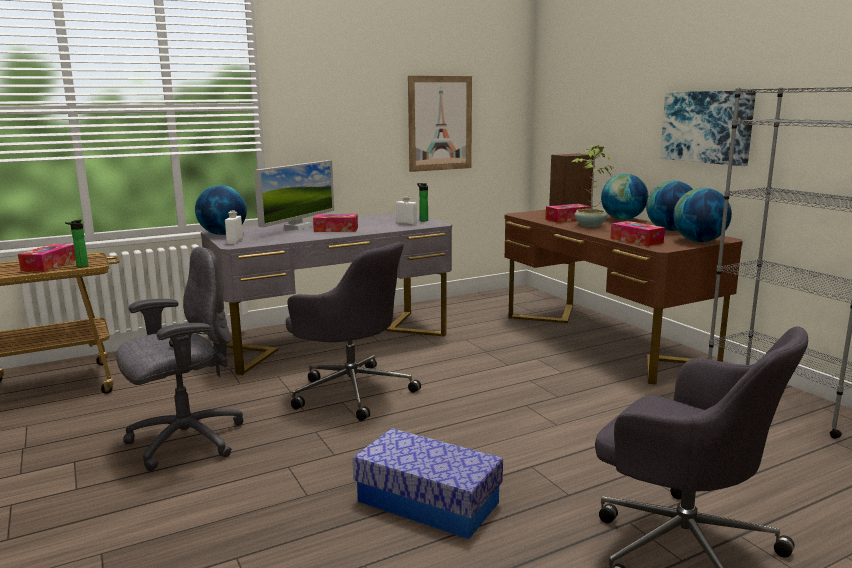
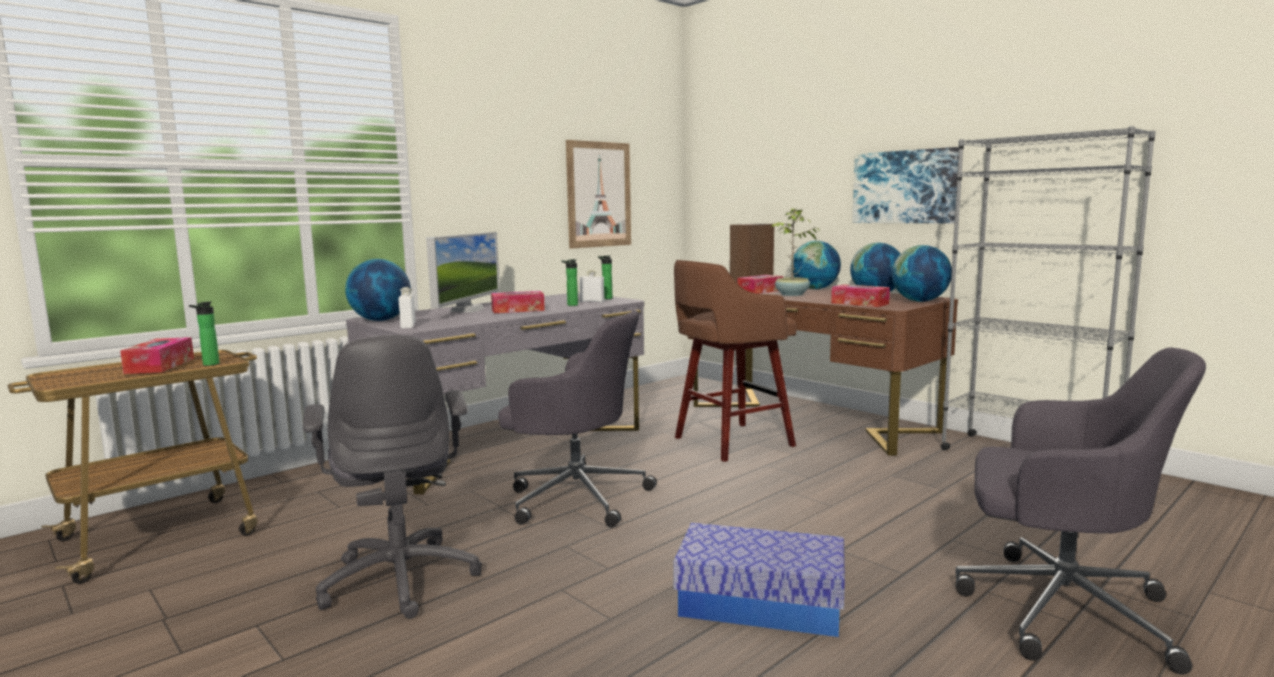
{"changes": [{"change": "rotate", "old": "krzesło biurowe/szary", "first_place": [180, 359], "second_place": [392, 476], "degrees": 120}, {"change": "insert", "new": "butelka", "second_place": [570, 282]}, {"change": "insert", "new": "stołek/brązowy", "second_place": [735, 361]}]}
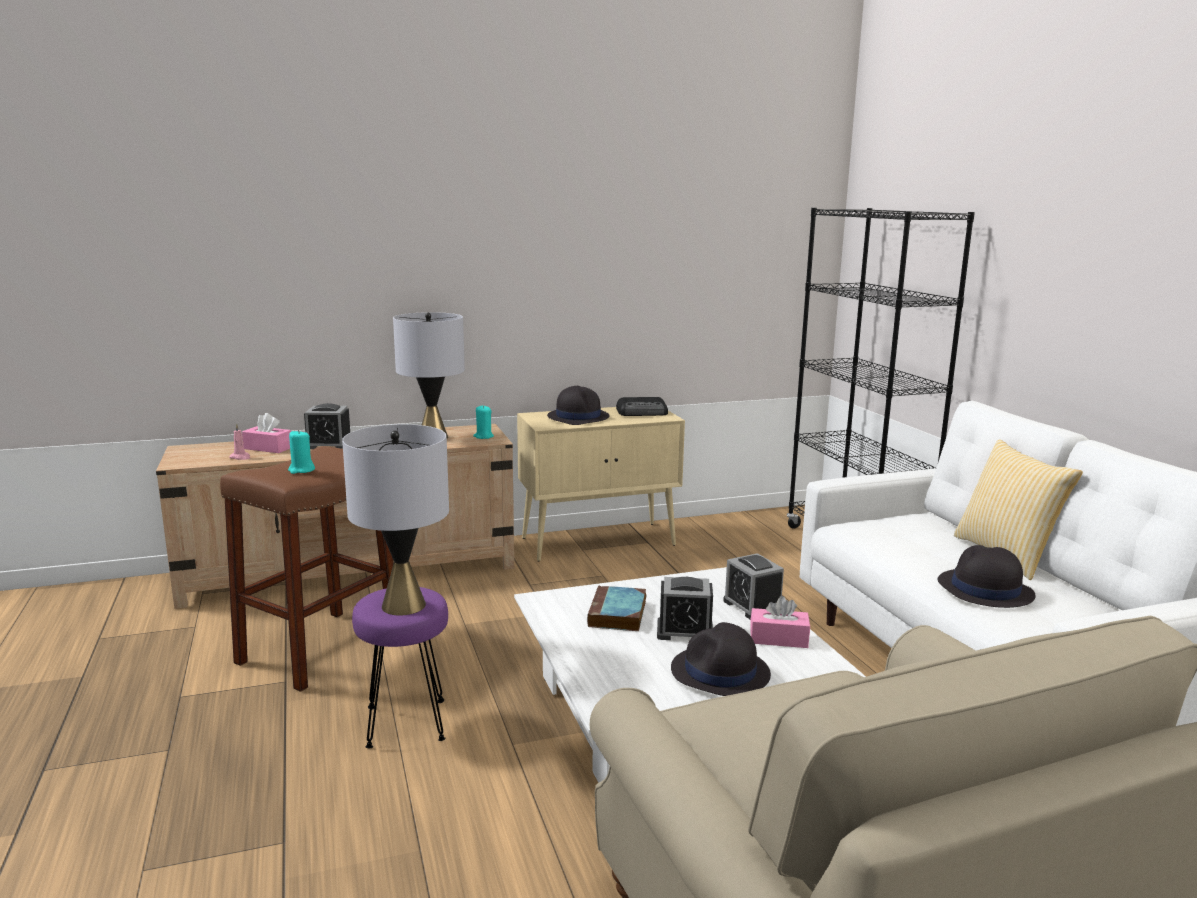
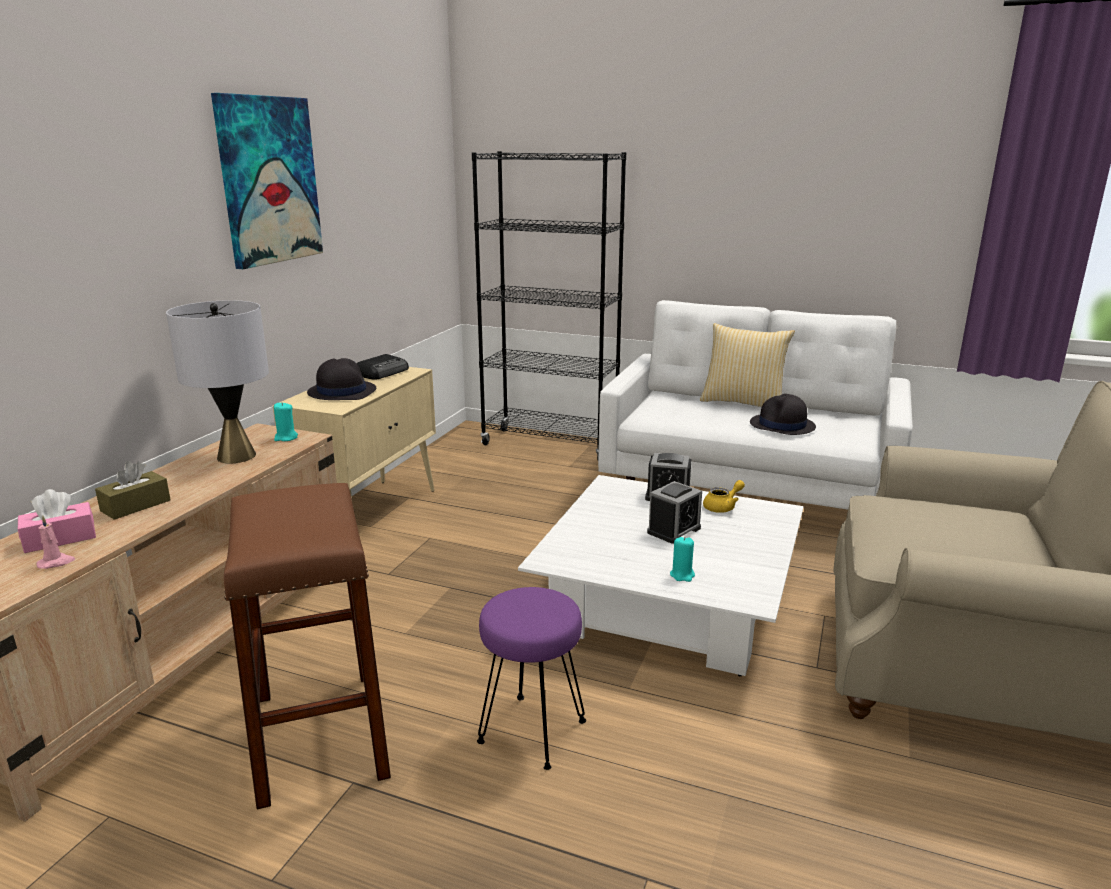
{"changes": [{"change": "replace", "old": "budzik", "new": "pudełko chusteczek/brązowy", "first_place": [327, 426], "second_place": [133, 490]}, {"change": "insert", "new": "obraz", "second_place": [267, 181]}, {"change": "move", "old": "świeca/turkusowy", "first_place": [301, 452], "second_place": [682, 559]}, {"change": "replace", "old": "pudełko chusteczek/różowy", "new": "imbryk/żółty", "first_place": [780, 622], "second_place": [724, 496]}, {"change": "delete", "old": "lampa stołowa/szary", "first_place": [395, 519]}, {"change": "delete", "old": "książka", "first_place": [616, 608]}, {"change": "delete", "old": "kapelusz/czarny", "first_place": [721, 659]}]}
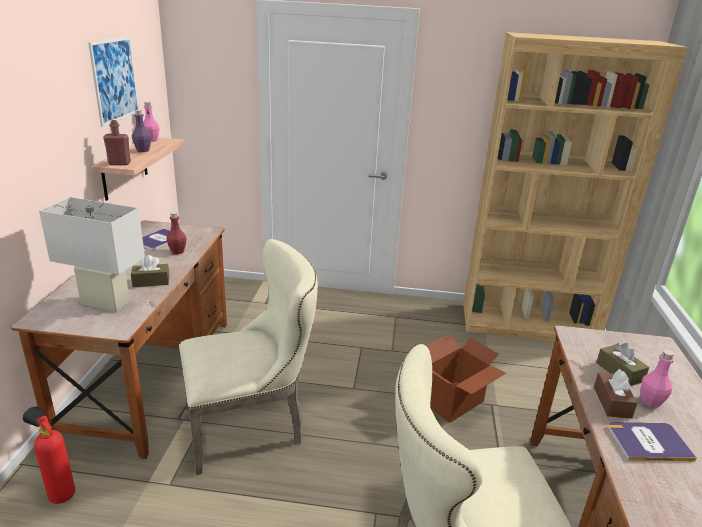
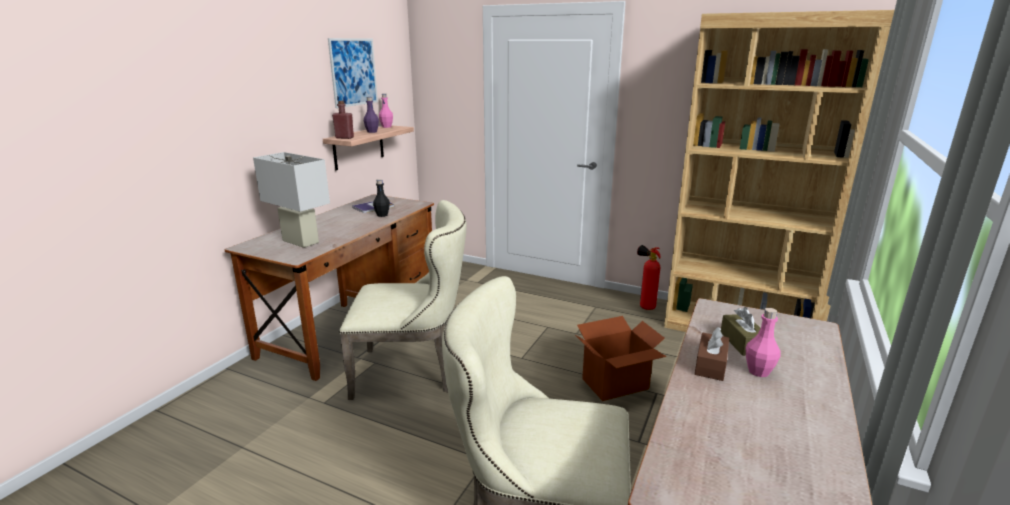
{"changes": [{"change": "recolor", "old": "butelka/czerwony", "new": "butelka/czarny", "first_place": [176, 233], "second_place": [381, 198]}, {"change": "move", "old": "gaśnica", "first_place": [49, 455], "second_place": [649, 277]}, {"change": "delete", "old": "pudełko chusteczek/brązowy", "first_place": [150, 271]}, {"change": "delete", "old": "książka", "first_place": [652, 441]}]}
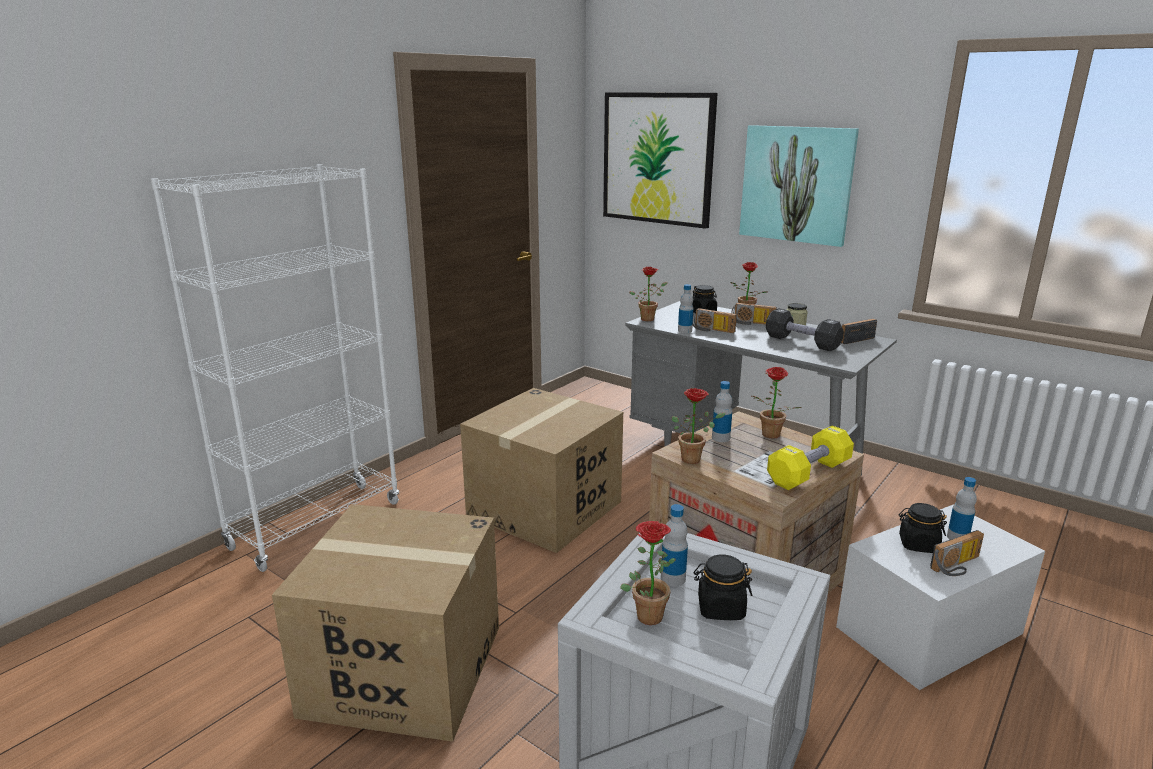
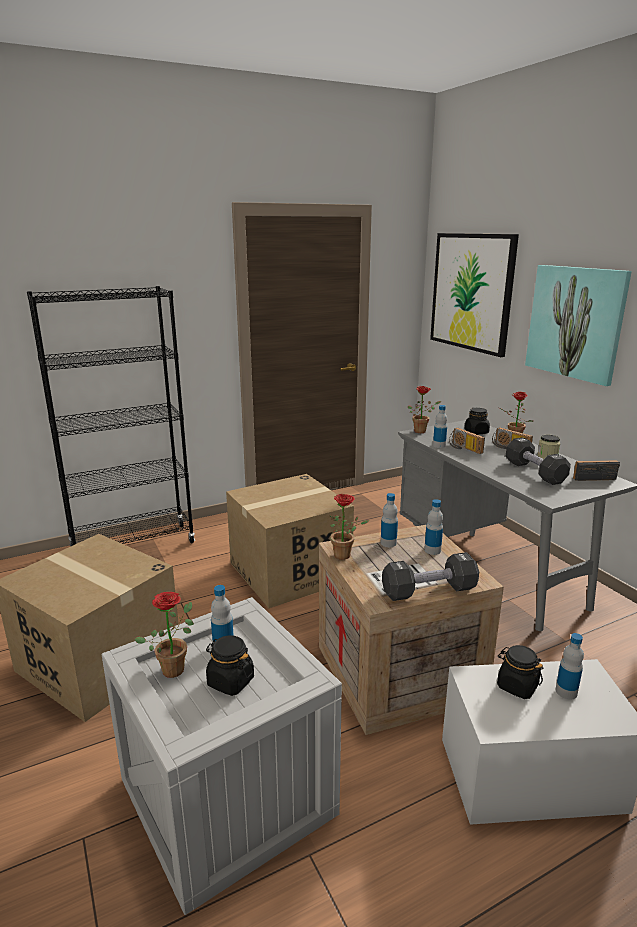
{"changes": [{"change": "recolor", "old": "regał/biały", "new": "regał/czarny", "first_place": [275, 368], "second_place": [111, 416]}, {"change": "recolor", "old": "hantel/żółty", "new": "hantel/czarny", "first_place": [810, 458], "second_place": [430, 576]}, {"change": "replace", "old": "roślina doniczkowa", "new": "butelka", "first_place": [777, 403], "second_place": [433, 527]}, {"change": "delete", "old": "radio", "first_place": [957, 553]}]}
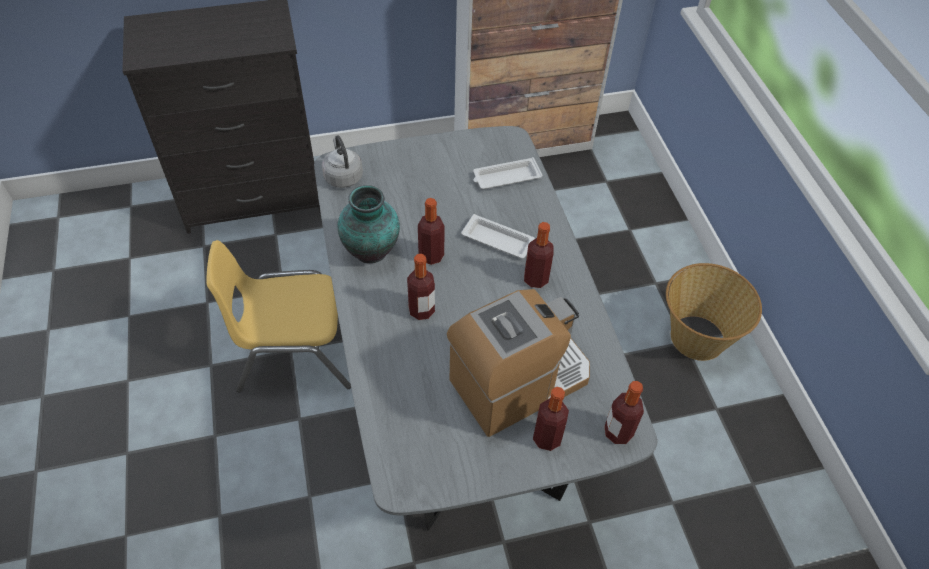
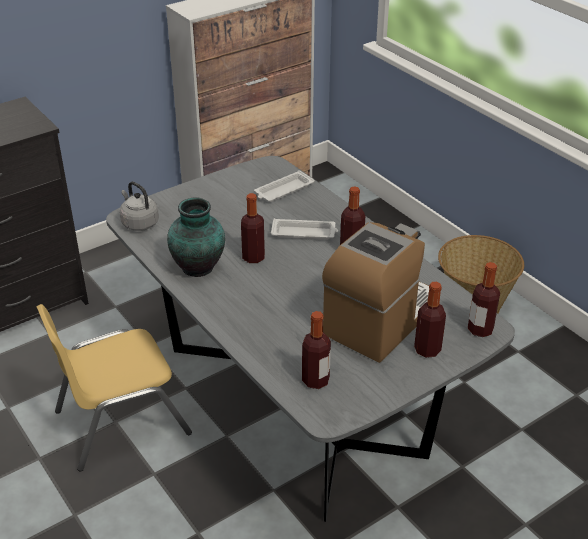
{"changes": [{"change": "move", "old": "butelka", "first_place": [421, 287], "second_place": [316, 350]}]}
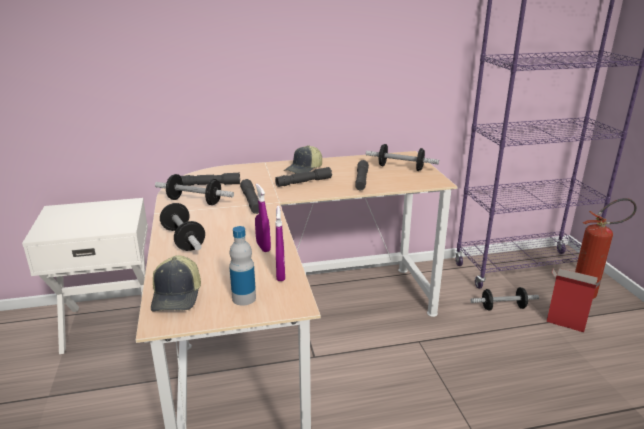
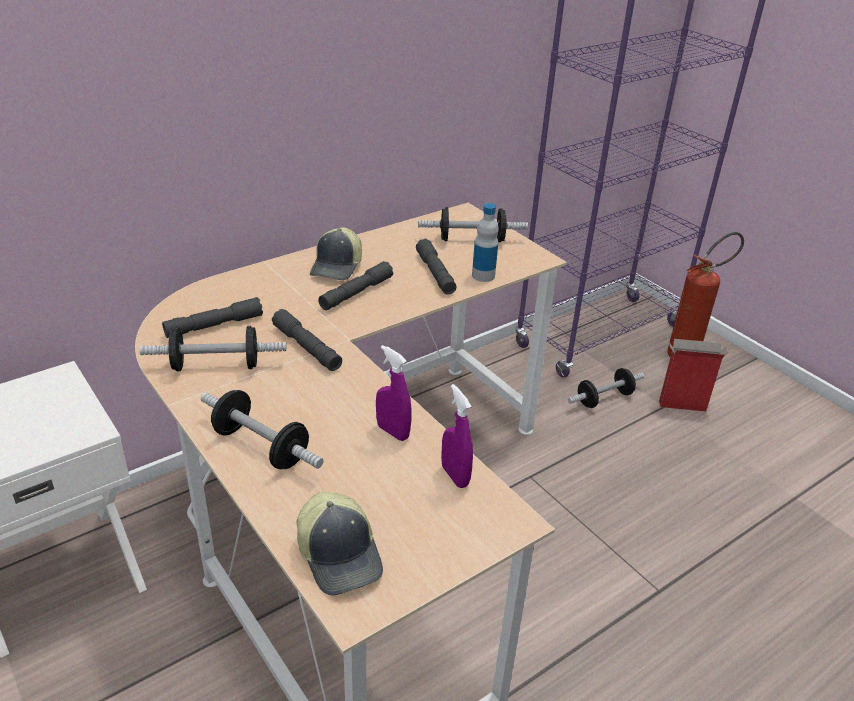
{"changes": [{"change": "move", "old": "butelka", "first_place": [242, 266], "second_place": [485, 242]}]}
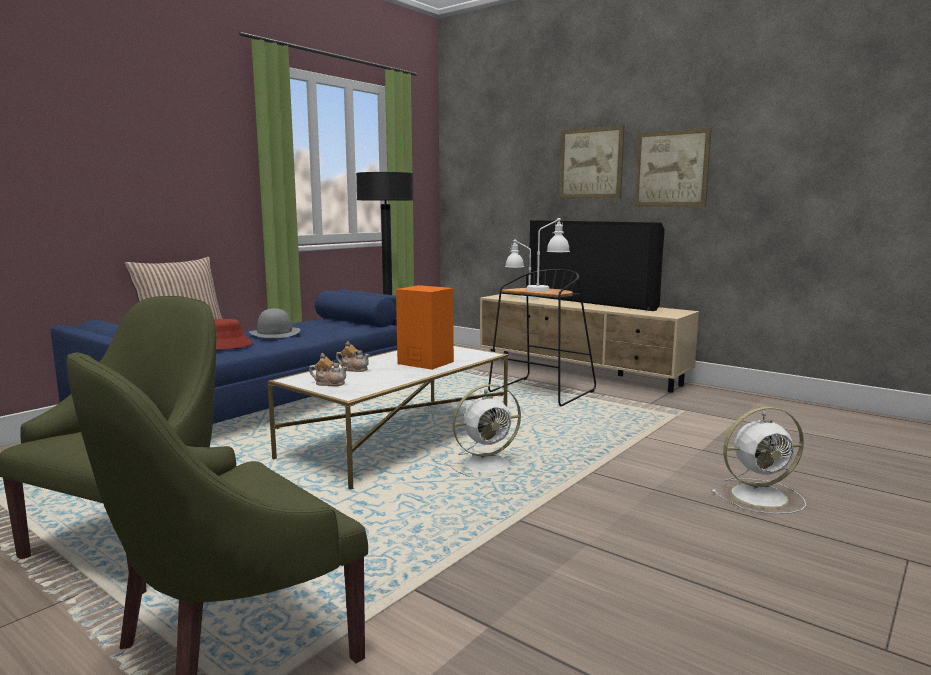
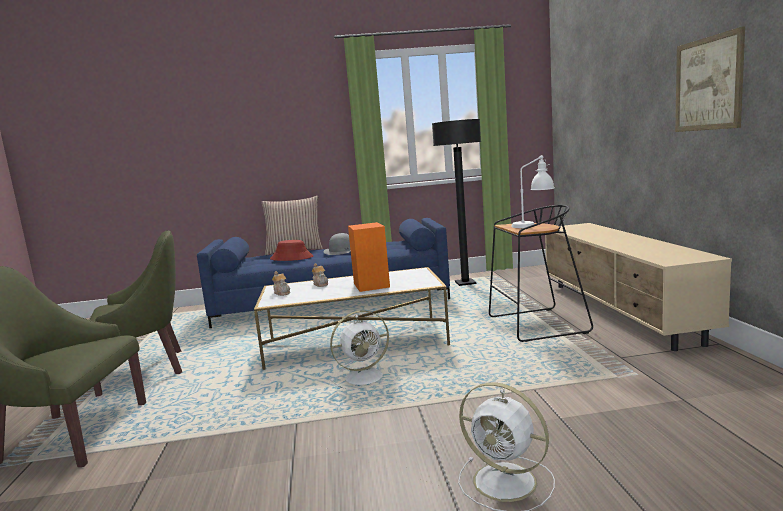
{"changes": [{"change": "rotate", "old": "wentylator/biały", "first_place": [484, 431], "second_place": [359, 350], "degrees": -45}, {"change": "delete", "old": "lampa stołowa/biały", "first_place": [522, 269]}, {"change": "delete", "old": "telewizor", "first_place": [597, 265]}, {"change": "delete", "old": "obraz", "first_place": [591, 162]}]}
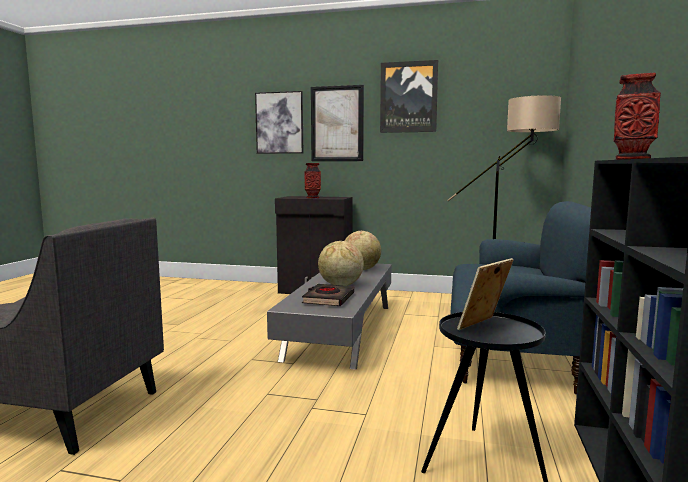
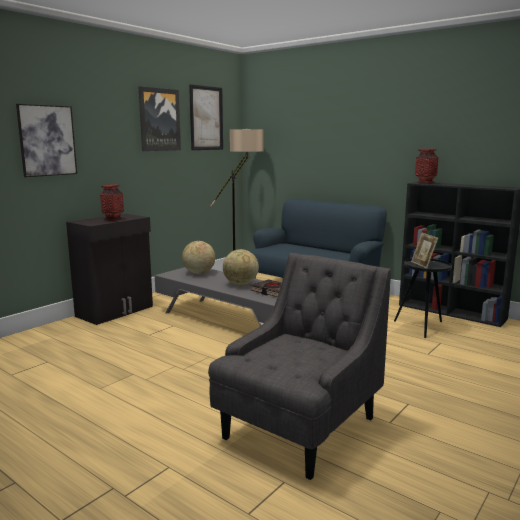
{"changes": [{"change": "move", "old": "obraz", "first_place": [337, 123], "second_place": [206, 117]}]}
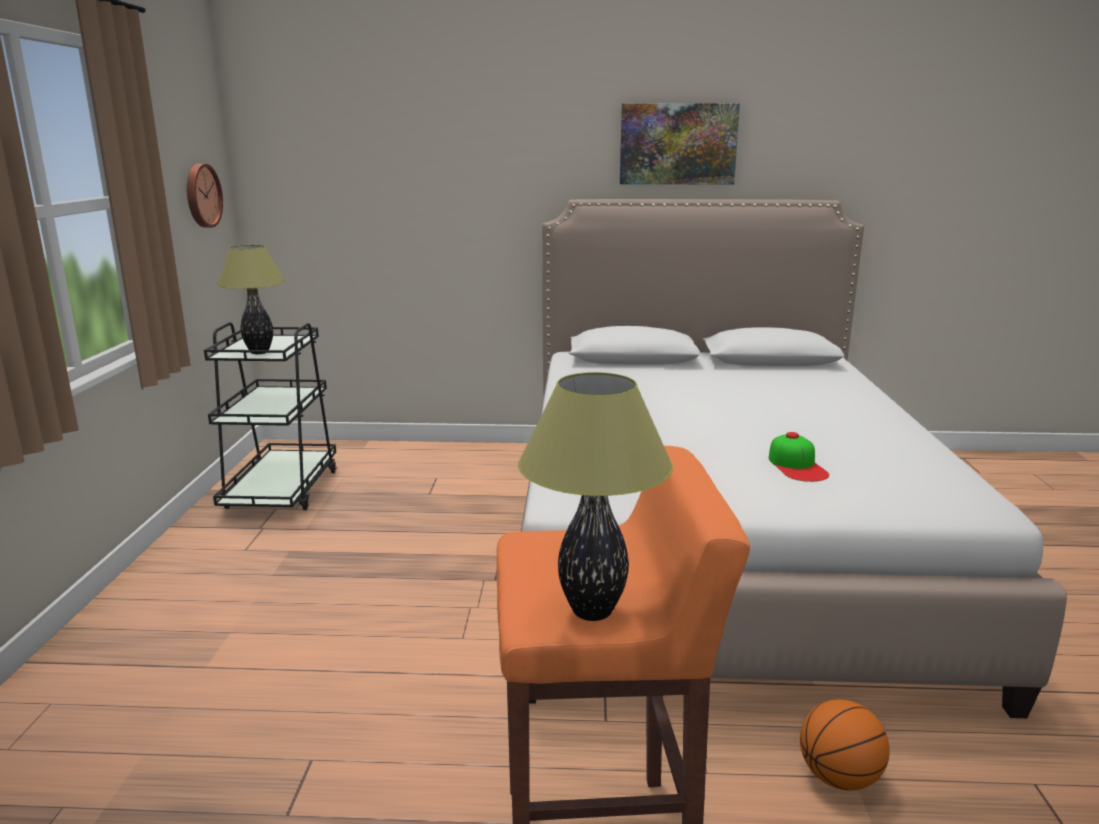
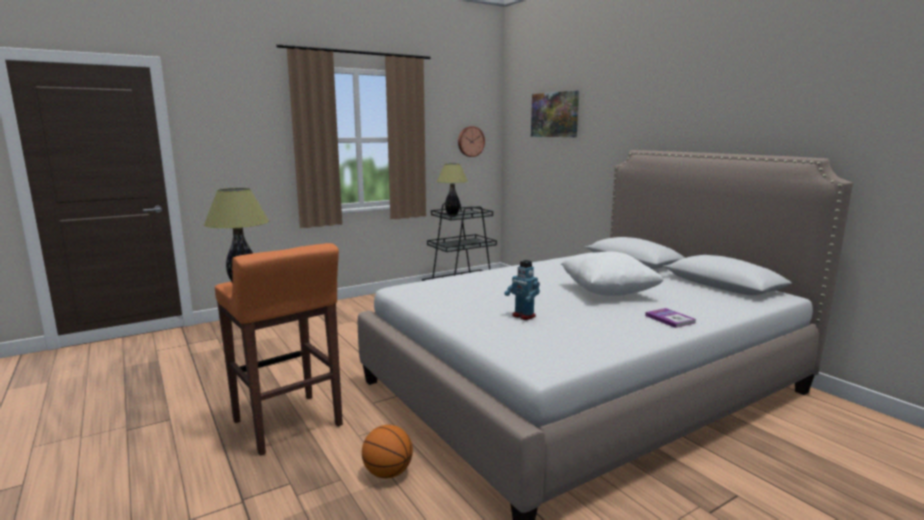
{"changes": [{"change": "replace", "old": "czapka z daszkiem", "new": "robot zabawkowy", "first_place": [799, 457], "second_place": [522, 290]}, {"change": "move", "old": "obraz", "first_place": [680, 143], "second_place": [555, 114]}, {"change": "insert", "new": "poduszka/biały", "second_place": [612, 273]}, {"change": "insert", "new": "książka", "second_place": [670, 318]}]}
